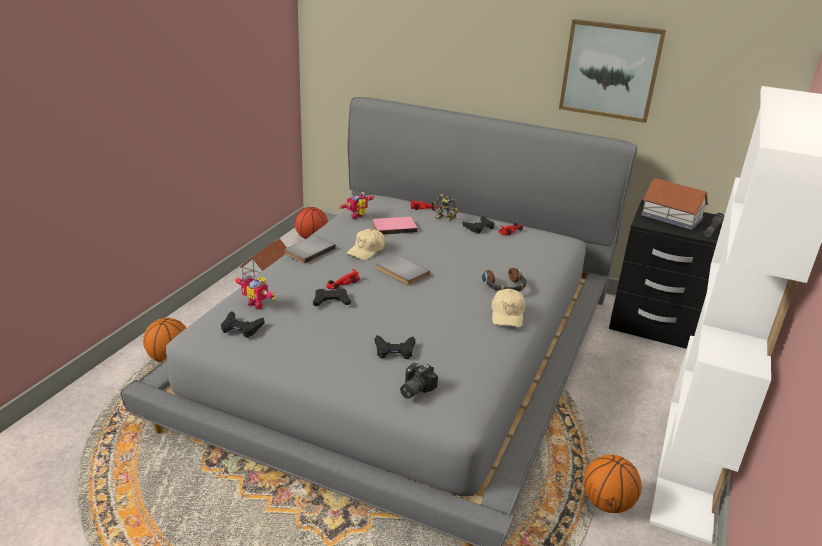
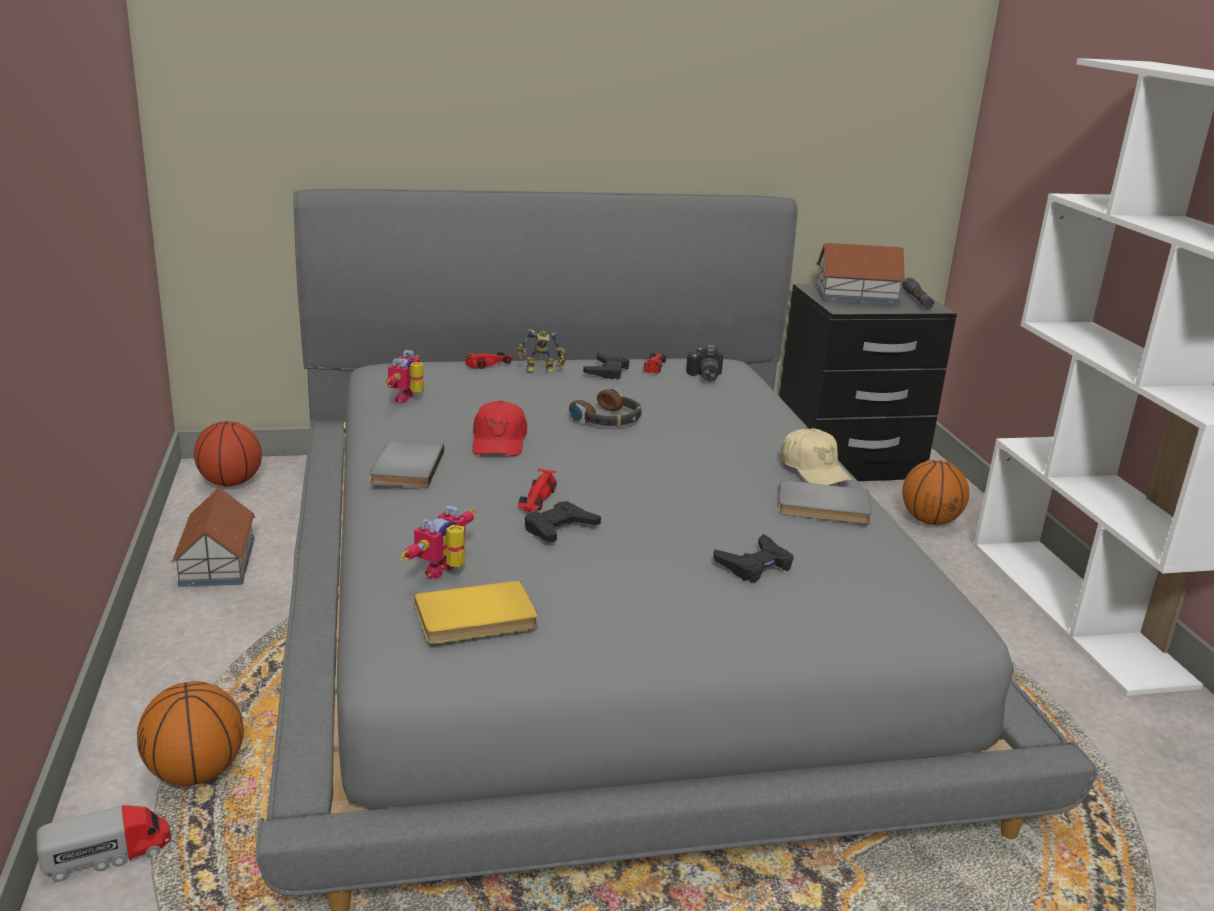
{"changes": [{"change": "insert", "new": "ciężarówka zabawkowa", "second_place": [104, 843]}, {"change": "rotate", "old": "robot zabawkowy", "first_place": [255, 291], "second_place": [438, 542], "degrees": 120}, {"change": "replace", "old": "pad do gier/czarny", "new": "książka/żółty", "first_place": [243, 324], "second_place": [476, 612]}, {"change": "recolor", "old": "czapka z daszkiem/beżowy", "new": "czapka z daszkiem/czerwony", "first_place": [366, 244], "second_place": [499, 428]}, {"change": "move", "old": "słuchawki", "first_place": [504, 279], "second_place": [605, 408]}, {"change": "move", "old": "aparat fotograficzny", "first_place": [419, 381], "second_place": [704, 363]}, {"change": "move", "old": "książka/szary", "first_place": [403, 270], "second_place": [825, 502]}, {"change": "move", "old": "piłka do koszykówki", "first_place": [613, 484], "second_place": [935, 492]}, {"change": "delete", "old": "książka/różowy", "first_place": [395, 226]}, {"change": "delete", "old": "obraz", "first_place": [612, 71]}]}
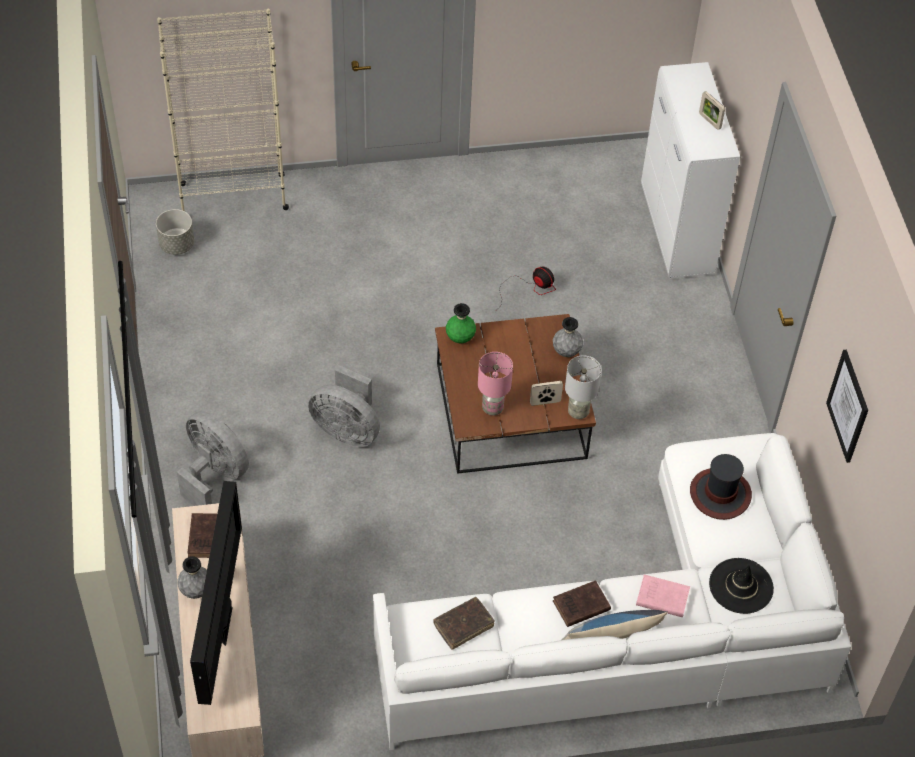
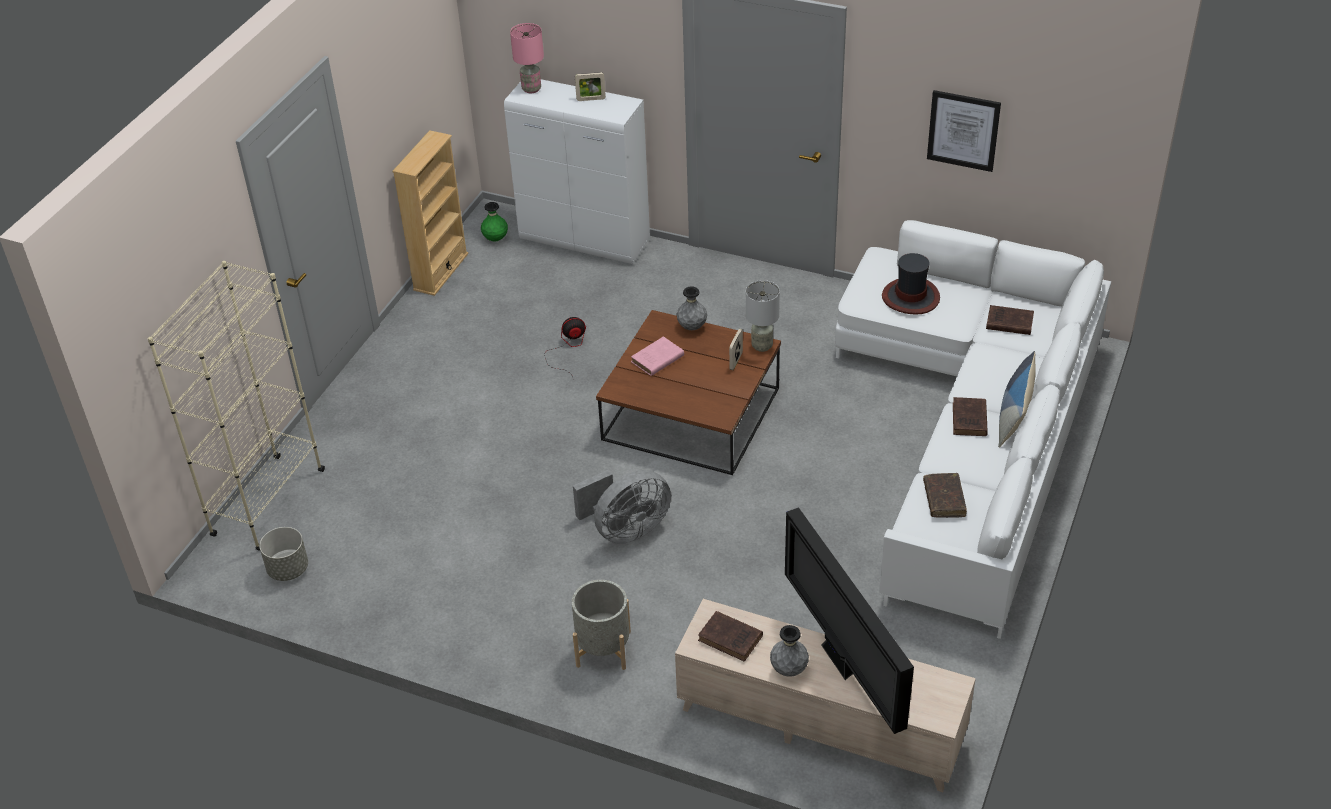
{"changes": [{"change": "insert", "new": "regał/beżowy", "second_place": [430, 213]}, {"change": "move", "old": "wazon/zielony", "first_place": [461, 323], "second_place": [494, 222]}, {"change": "move", "old": "lampa stołowa/różowy", "first_place": [495, 384], "second_place": [527, 58]}, {"change": "replace", "old": "wentylator/szary", "new": "donica/szary", "first_place": [213, 458], "second_place": [601, 625]}, {"change": "move", "old": "książka/różowy", "first_place": [663, 596], "second_place": [657, 356]}, {"change": "rotate", "old": "telewizor", "first_place": [216, 593], "second_place": [849, 620], "degrees": -150}, {"change": "replace", "old": "kapelusz/czarny", "new": "książka/brązowy", "first_place": [741, 586], "second_place": [1010, 320]}]}
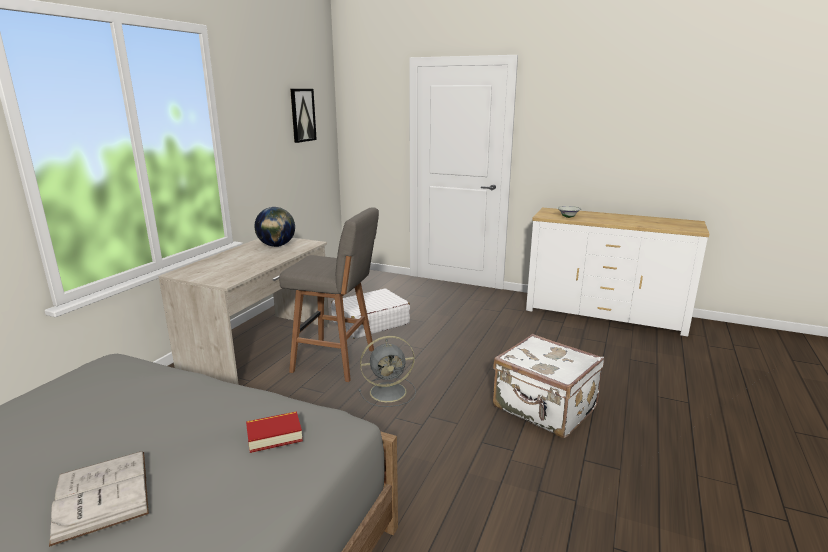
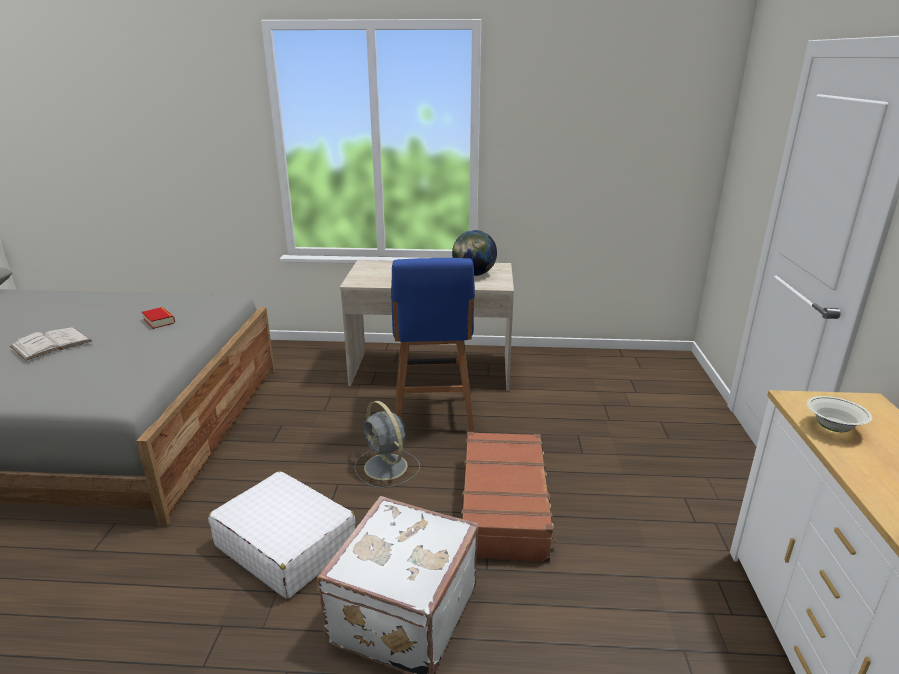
{"changes": [{"change": "move", "old": "książka", "first_place": [274, 432], "second_place": [158, 318]}, {"change": "move", "old": "walizka/biały", "first_place": [370, 313], "second_place": [282, 535]}, {"change": "recolor", "old": "stołek/szary", "new": "stołek/niebieski", "first_place": [329, 294], "second_place": [433, 345]}, {"change": "insert", "new": "walizka/brązowy", "second_place": [508, 497]}, {"change": "delete", "old": "obraz", "first_place": [303, 116]}]}
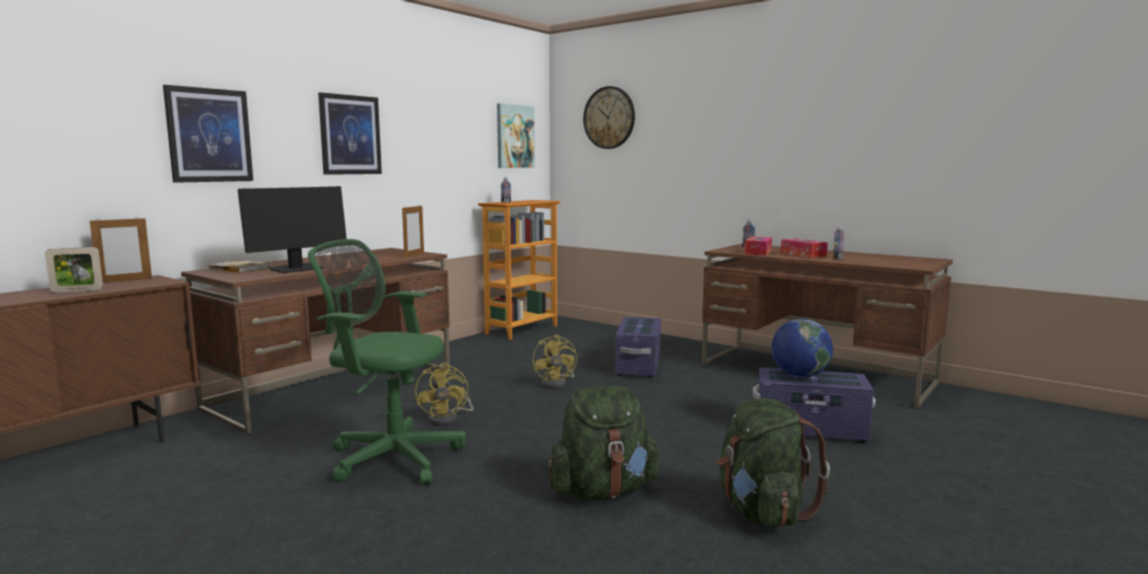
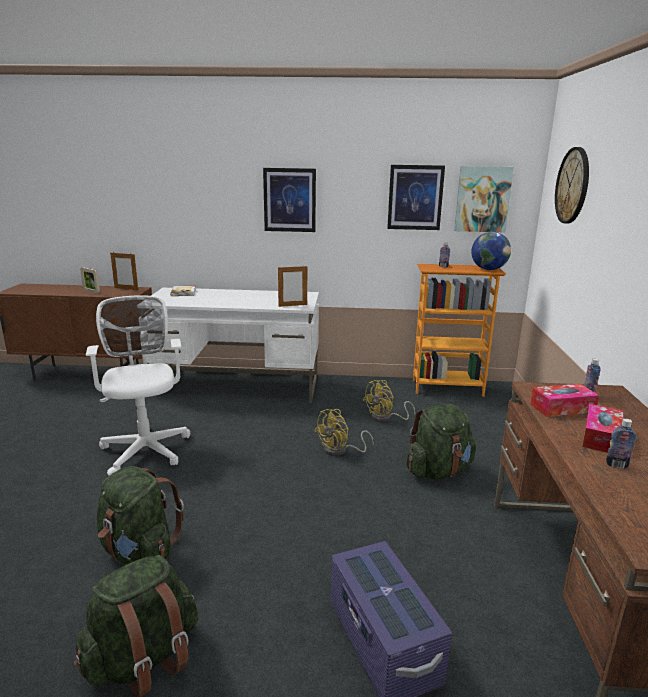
{"changes": [{"change": "recolor", "old": "krzesło biurowe/zielony", "new": "krzesło biurowe/biały", "first_place": [387, 362], "second_place": [138, 385]}, {"change": "recolor", "old": "biurko/brązowy", "new": "biurko/biały", "first_place": [315, 341], "second_place": [231, 346]}, {"change": "move", "old": "wentylator/żółty", "first_place": [444, 393], "second_place": [389, 401]}, {"change": "move", "old": "obraz", "first_place": [208, 134], "second_place": [416, 197]}, {"change": "replace", "old": "pojemnik do przechowywania/fioletowy", "new": "plecak/zielony", "first_place": [638, 347], "second_place": [441, 441]}, {"change": "move", "old": "globus", "first_place": [802, 348], "second_place": [491, 251]}, {"change": "delete", "old": "monitor", "first_place": [292, 229]}]}
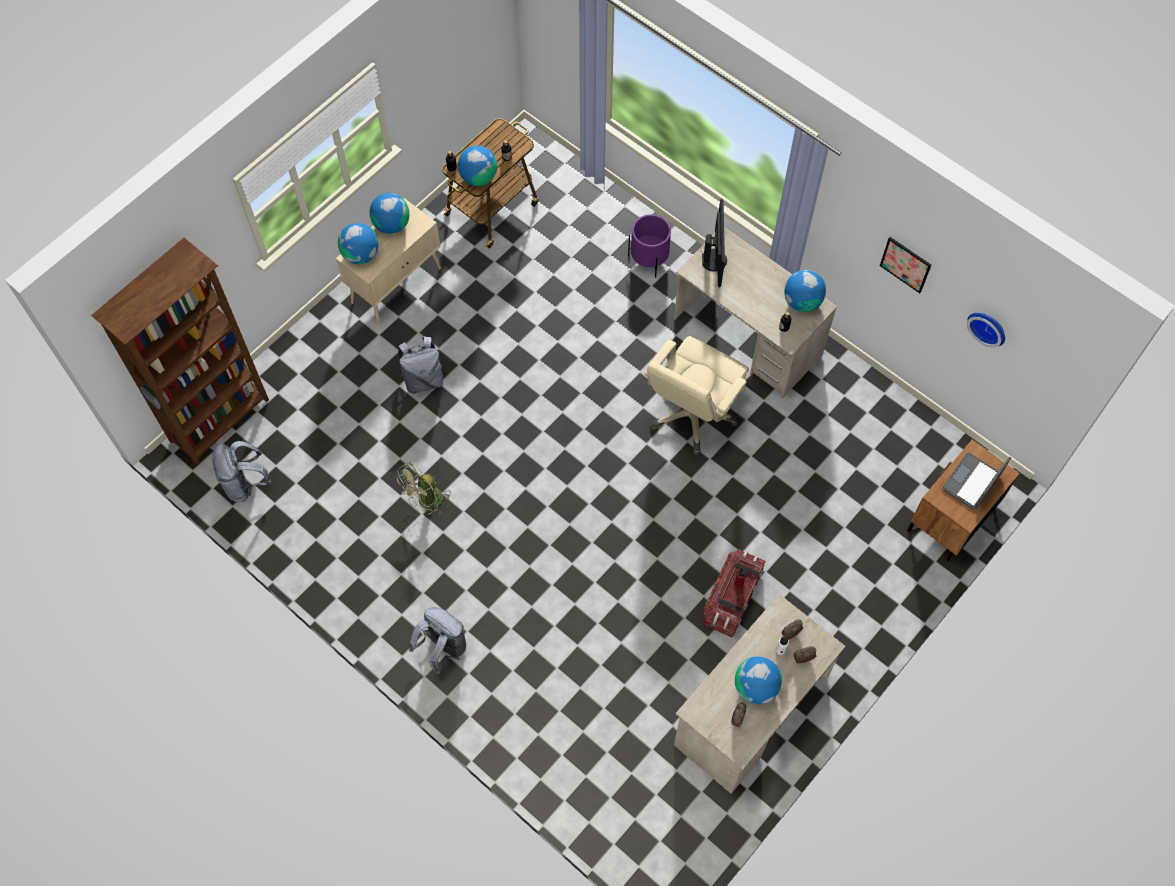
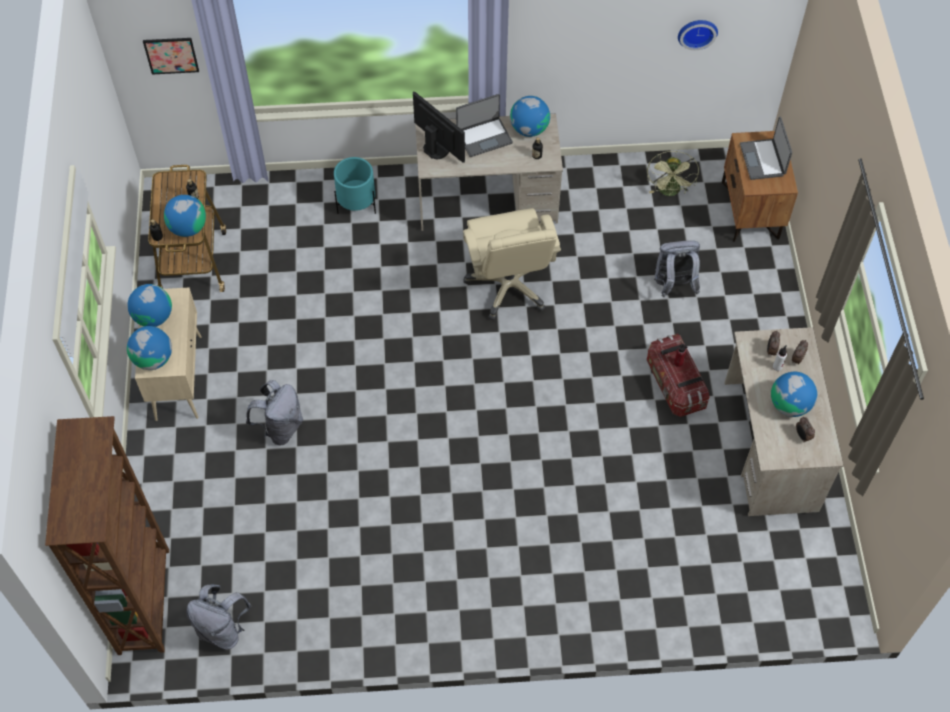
{"changes": [{"change": "move", "old": "obraz", "first_place": [905, 265], "second_place": [171, 56]}, {"change": "recolor", "old": "donica/fioletowy", "new": "donica/turkusowy", "first_place": [649, 246], "second_place": [355, 185]}, {"change": "insert", "new": "laptop", "second_place": [484, 125]}, {"change": "move", "old": "wentylator/zielony", "first_place": [424, 488], "second_place": [673, 173]}, {"change": "move", "old": "plecak/szary", "first_place": [437, 640], "second_place": [677, 268]}]}
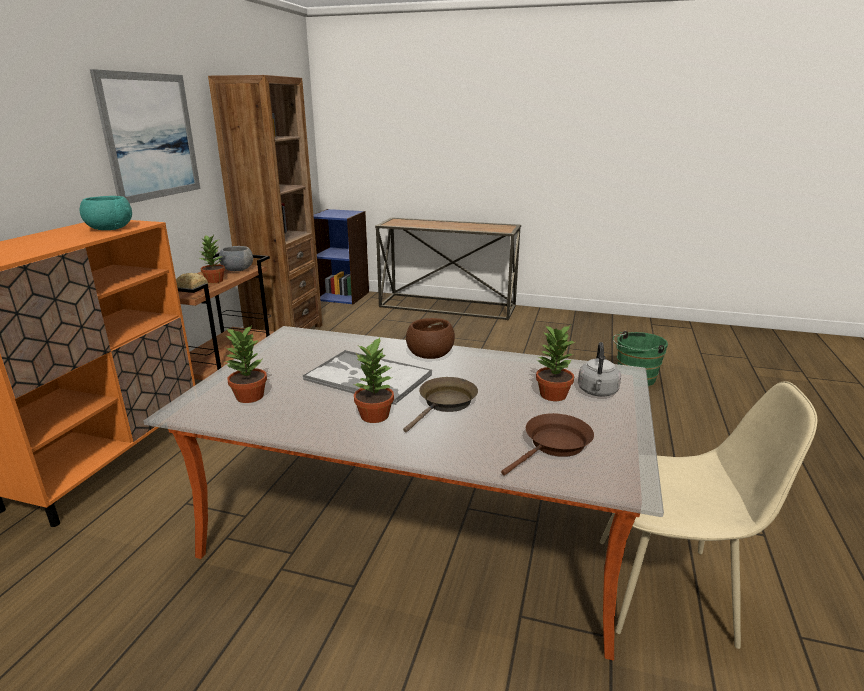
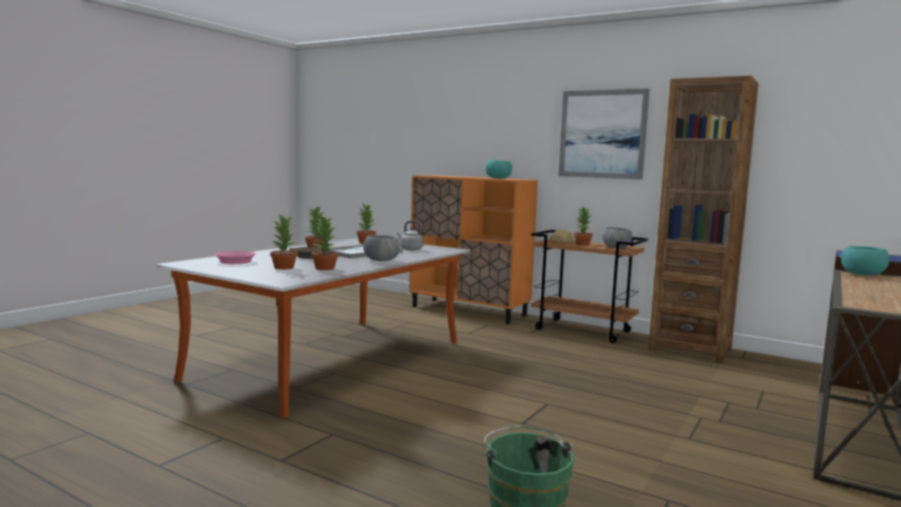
{"changes": [{"change": "recolor", "old": "patelnia/brązowy", "new": "patelnia/różowy", "first_place": [547, 444], "second_place": [235, 257]}, {"change": "insert", "new": "roślina doniczkowa", "second_place": [324, 243]}, {"change": "recolor", "old": "miska/brązowy", "new": "miska/szary", "first_place": [430, 338], "second_place": [381, 248]}, {"change": "move", "old": "czajnik/szary", "first_place": [599, 369], "second_place": [410, 236]}, {"change": "insert", "new": "miska/turkusowy", "second_place": [865, 260]}, {"change": "delete", "old": "krzesło/beżowy", "first_place": [708, 515]}]}
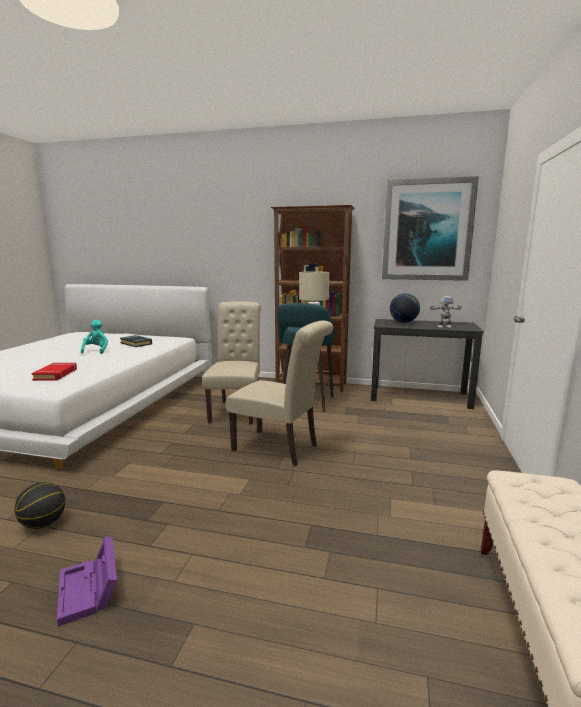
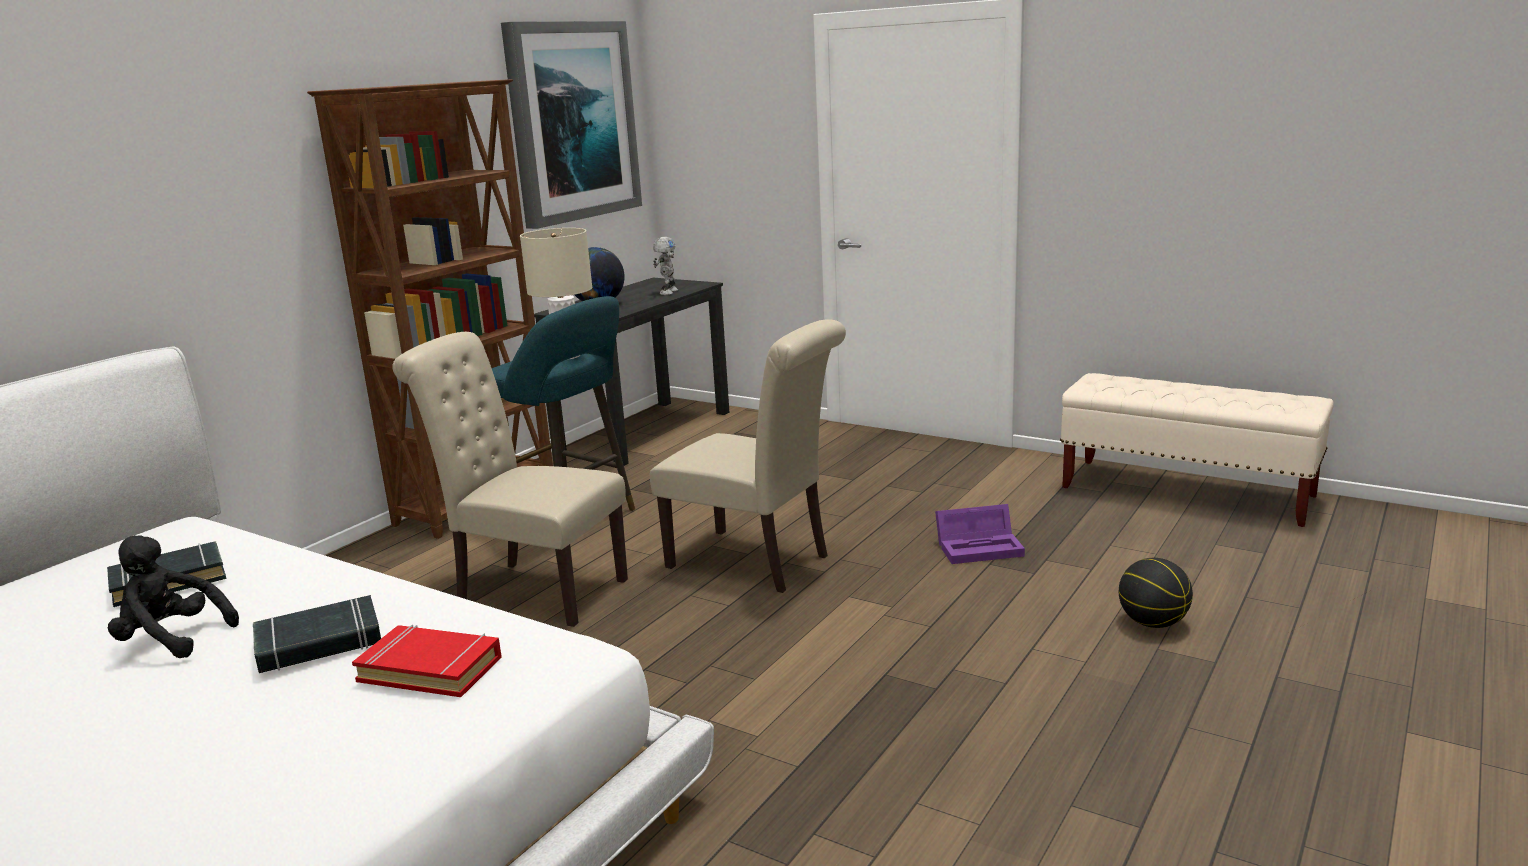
{"changes": [{"change": "recolor", "old": "pluszak/turkusowy", "new": "pluszak/czarny", "first_place": [94, 337], "second_place": [173, 597]}, {"change": "insert", "new": "książka/czarny", "second_place": [317, 634]}, {"change": "rotate", "old": "krzesło/beżowy", "first_place": [279, 393], "second_place": [748, 456], "degrees": 75}, {"change": "move", "old": "pojemnik do przechowywania/fioletowy", "first_place": [87, 581], "second_place": [980, 534]}, {"change": "move", "old": "piłka do koszykówki", "first_place": [39, 505], "second_place": [1156, 593]}]}
